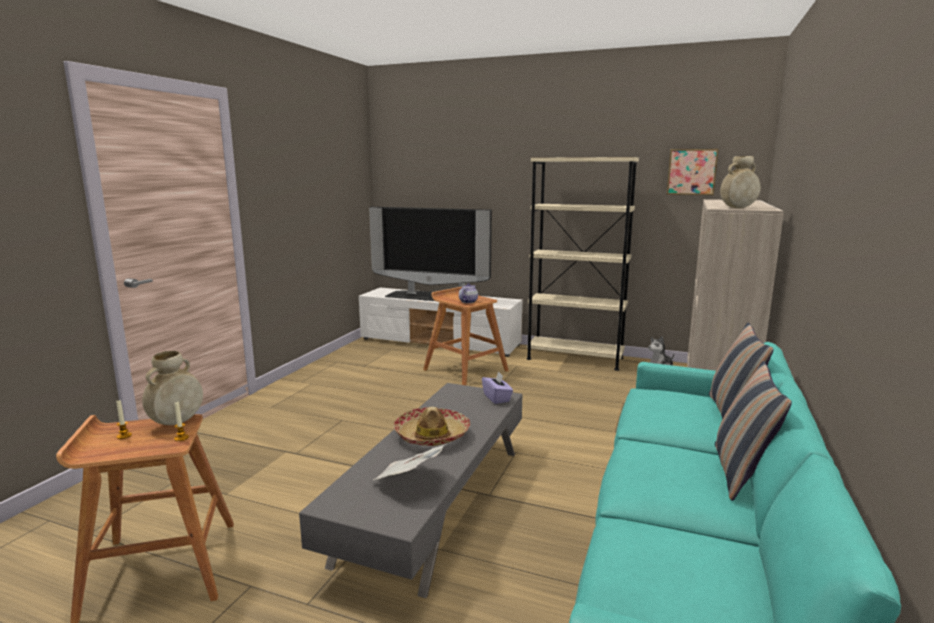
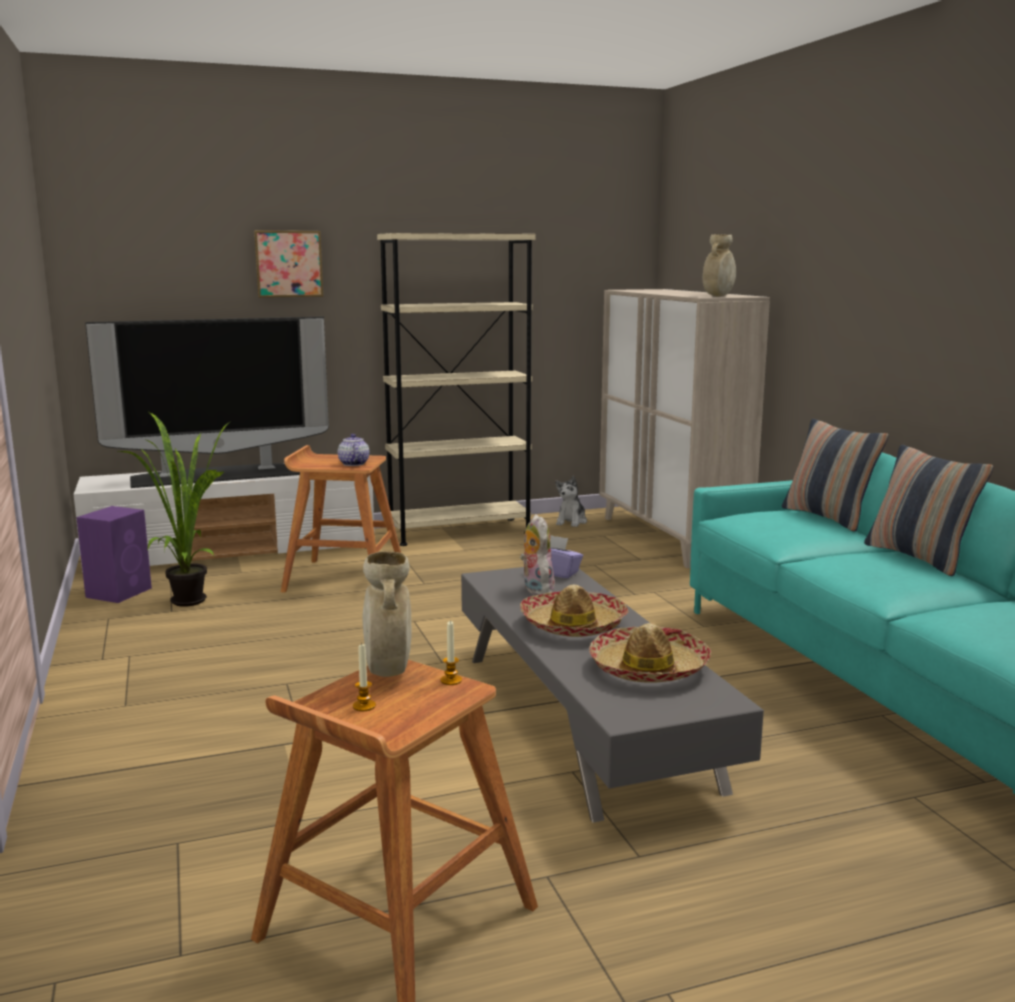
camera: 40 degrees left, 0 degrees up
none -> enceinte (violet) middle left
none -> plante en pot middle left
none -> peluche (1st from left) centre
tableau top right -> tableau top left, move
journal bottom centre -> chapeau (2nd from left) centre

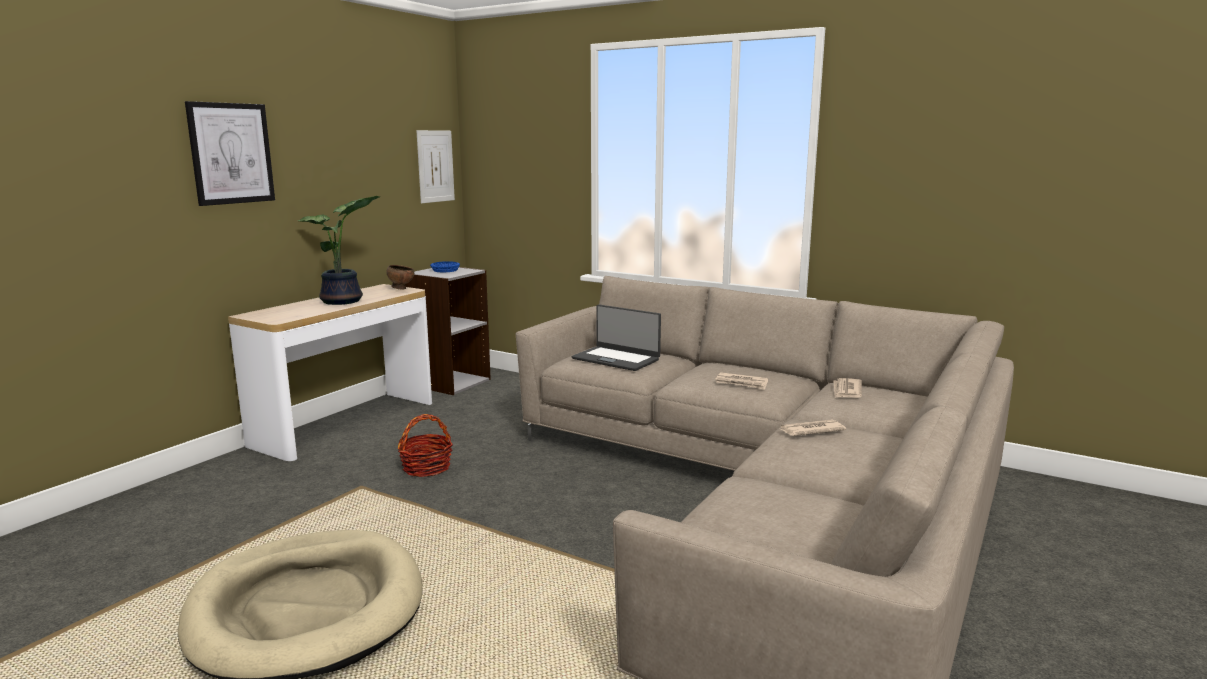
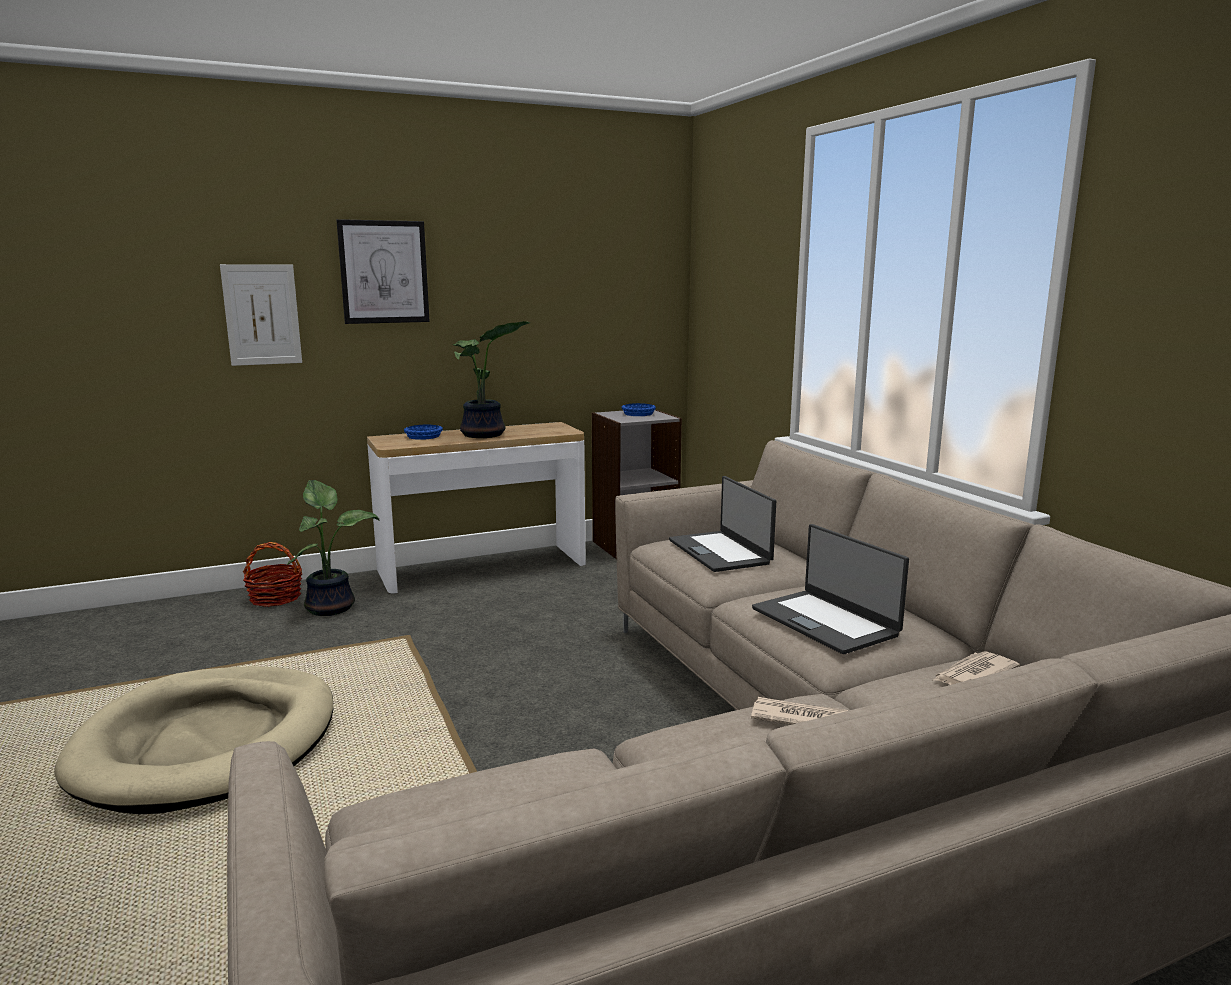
camera: 35 degrees right, 0 degrees up
bol (marron) middle left -> none
none -> plante en pot (1st from left) middle left
none -> bol (bleu) (1st from left) centre
panier centre -> panier middle left, move
tableau (2nd from left in the first image) top centre -> tableau (1st from left) top left, move
journal (1st from left) centre -> ordinateur portable (2nd from left) middle right

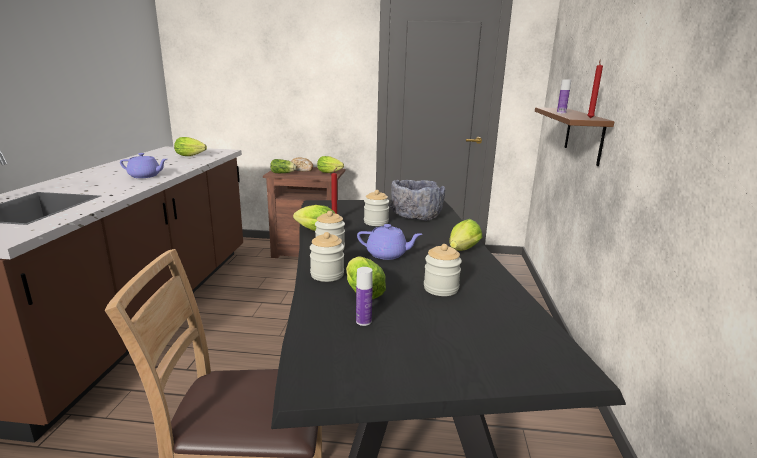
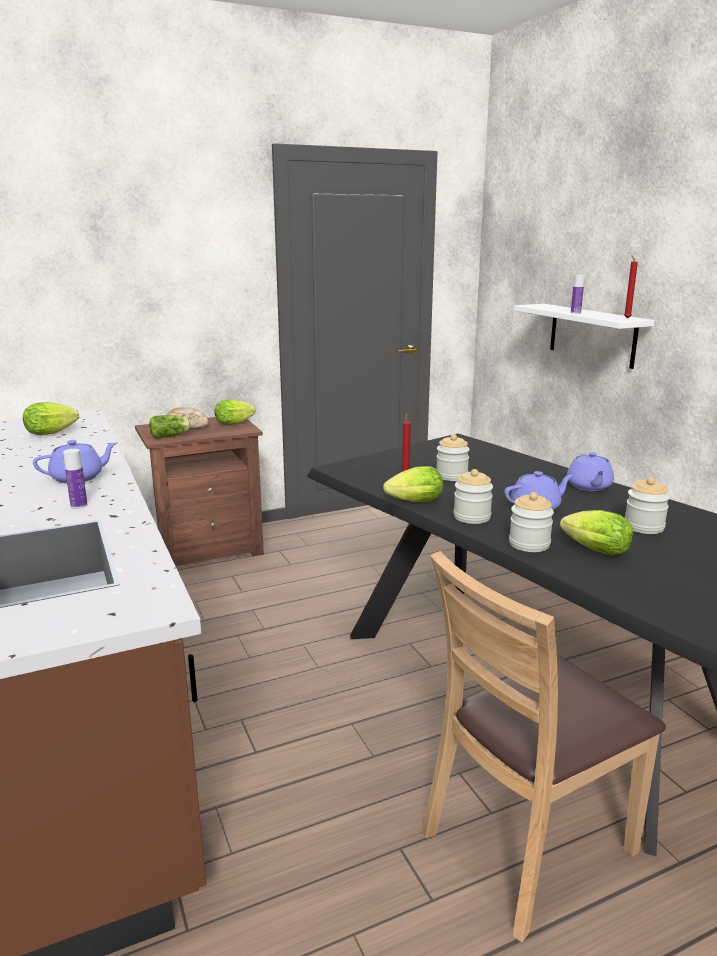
camera: 30 degrees left, 0 degrees up
bol (gris) centre -> none
bouteille (1st from left) centre -> bouteille (1st from left) middle left, move
laitue (6th from left) centre -> théière (violet) (3rd from left) middle right
étagère (marron) top right -> étagère (blanc) middle right

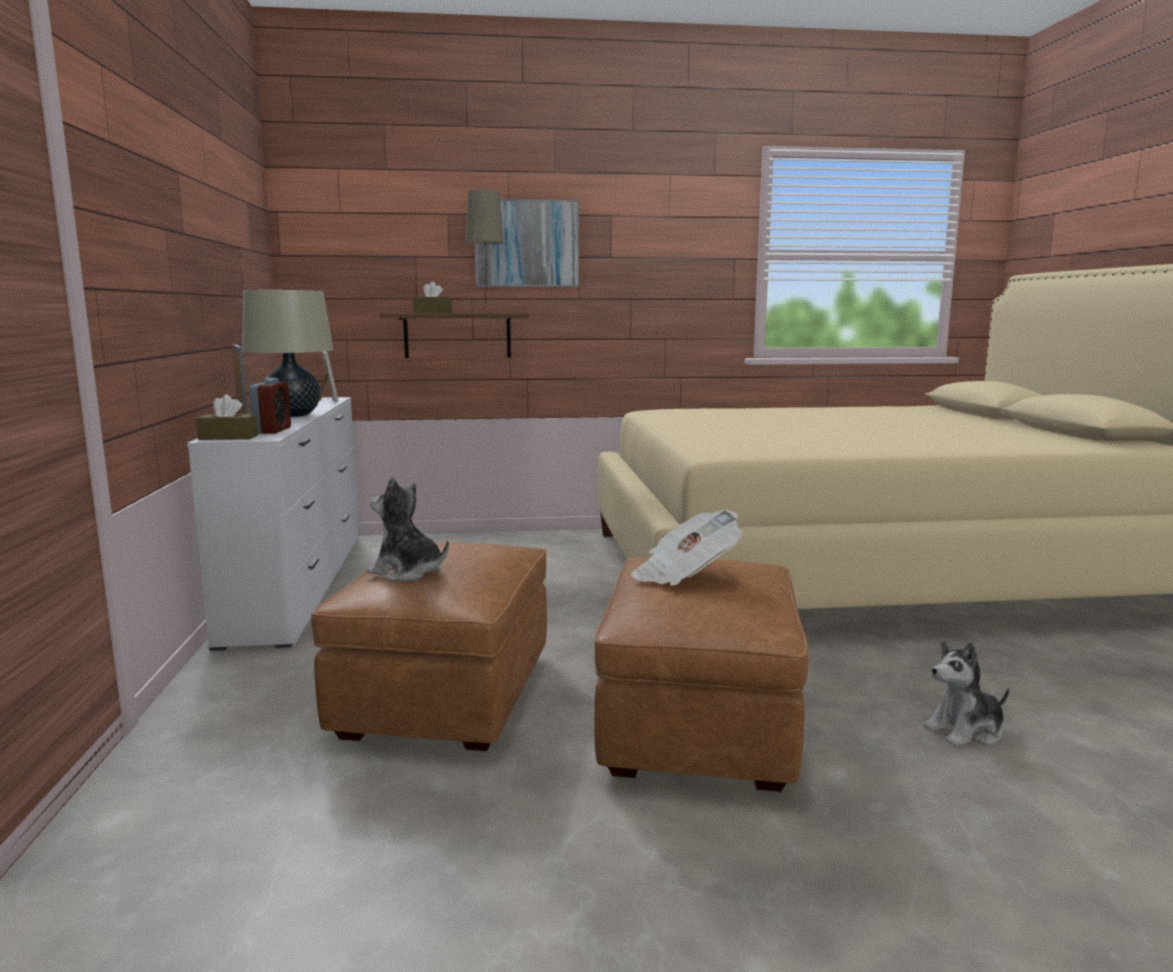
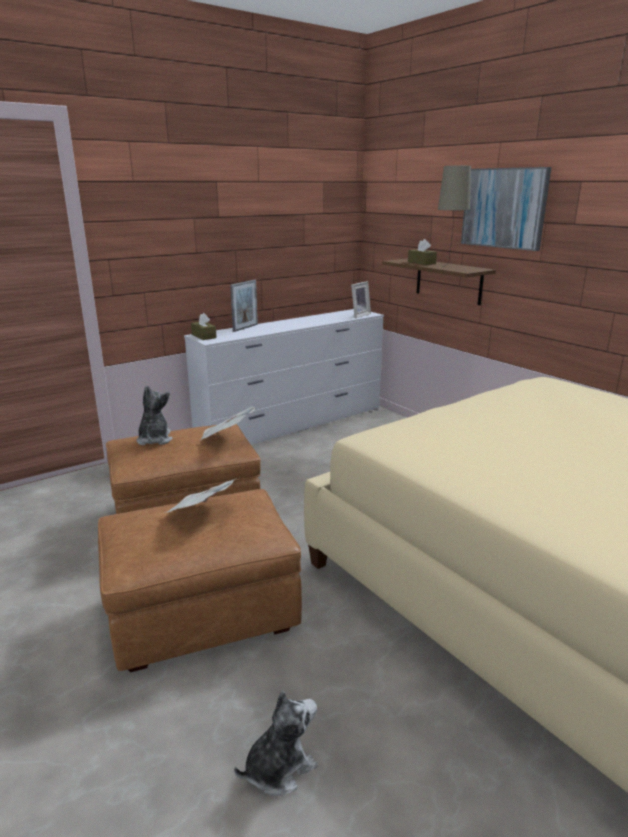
camera: 60 degrees right, 10 degrees up
lampe de table (beige) (1st from left) middle left -> none
réveil middle left -> none
none -> journal (2nd from left) centre
peluche (2nd from left) bottom right -> peluche (2nd from left) bottom centre, 105 degrees clockwise

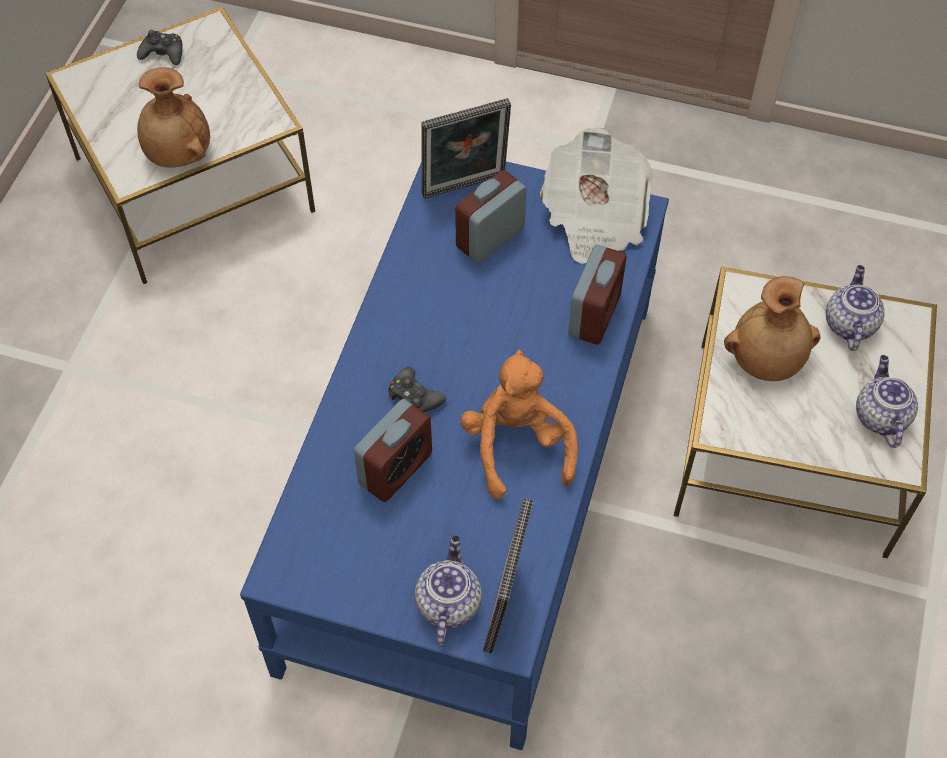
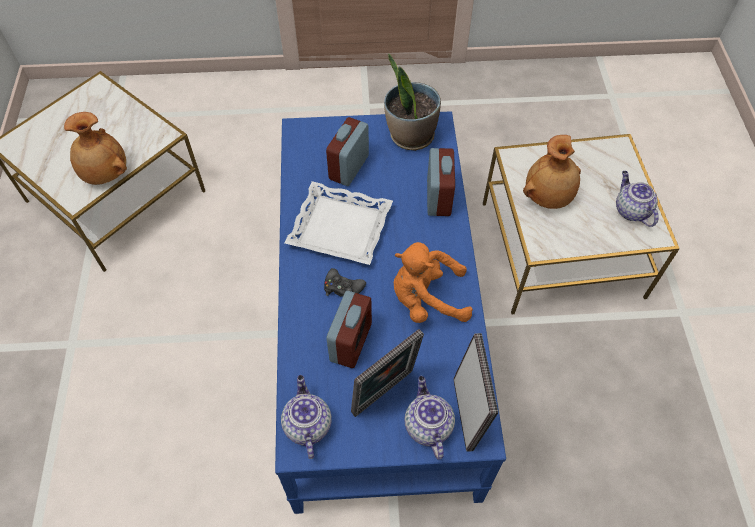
camera: 20 degrees left, 0 degrees up
manette (noir) (1st from left) top left -> none
none -> plateau (blanc) centre
cadre photo (1st from left) top centre -> cadre photo (1st from left) bottom centre, move
théière (2nd from left in the first image) middle right -> théière (1st from left) bottom centre, move
journal top centre -> plante en pot top centre
peluche (orange) centre, 60 degrees counterclockwise

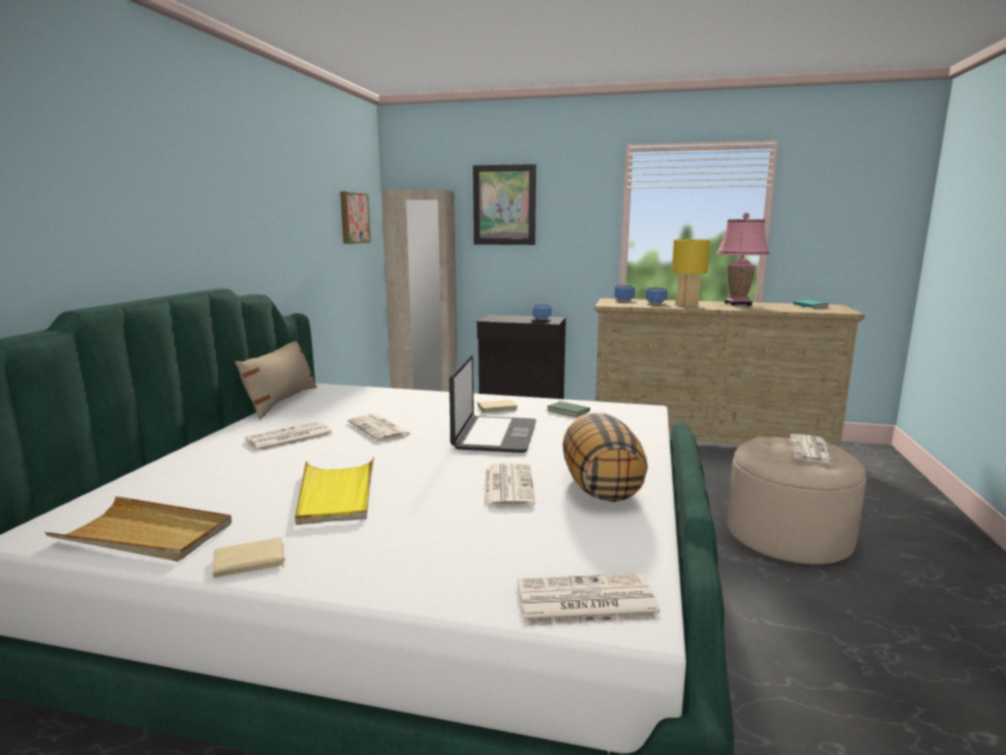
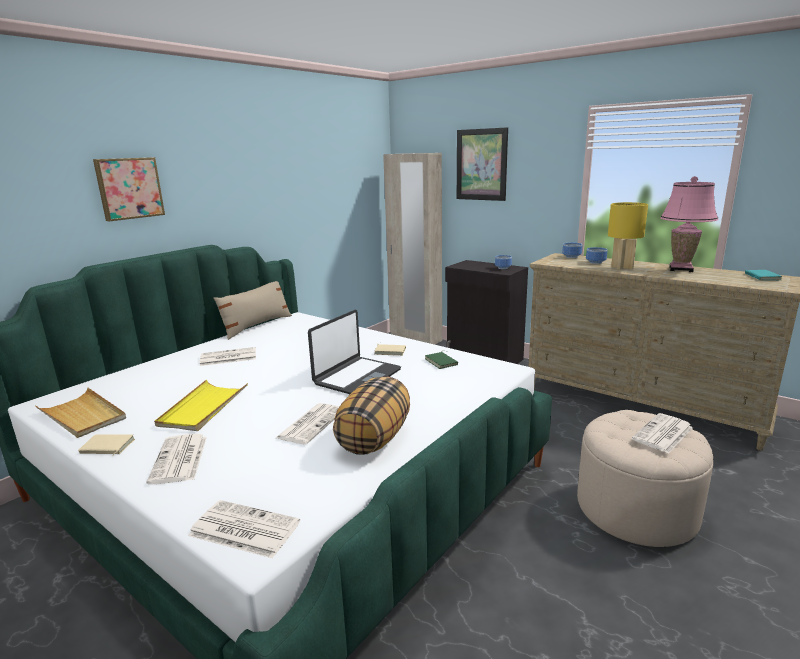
camera: 25 degrees right, 5 degrees up
tableau (1st from left) top centre -> tableau (1st from left) top left, move
journal (2nd from left in the first image) centre -> journal (1st from left) bottom left, move

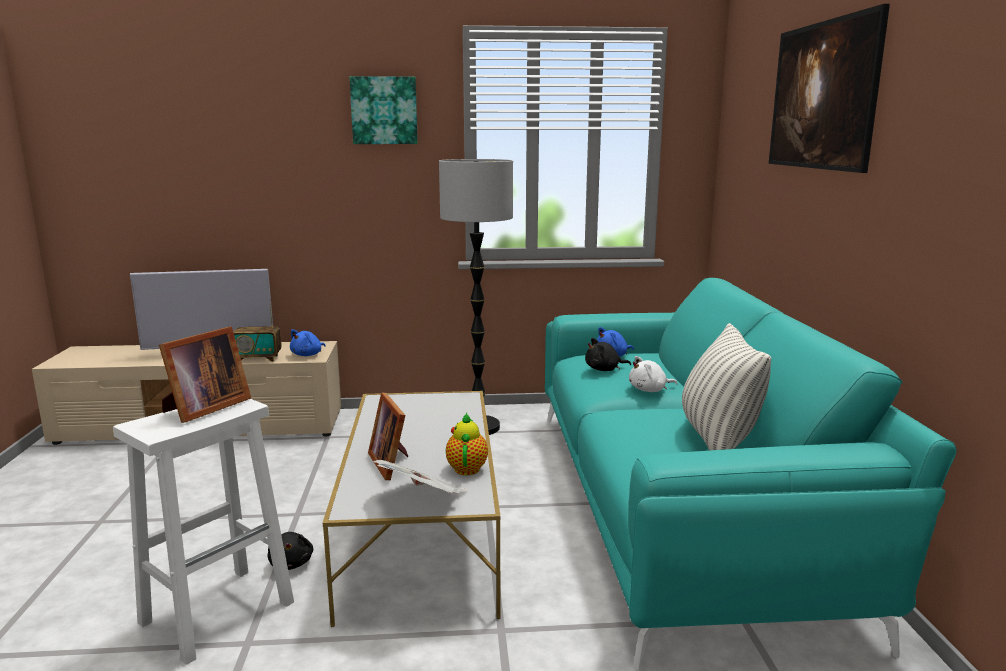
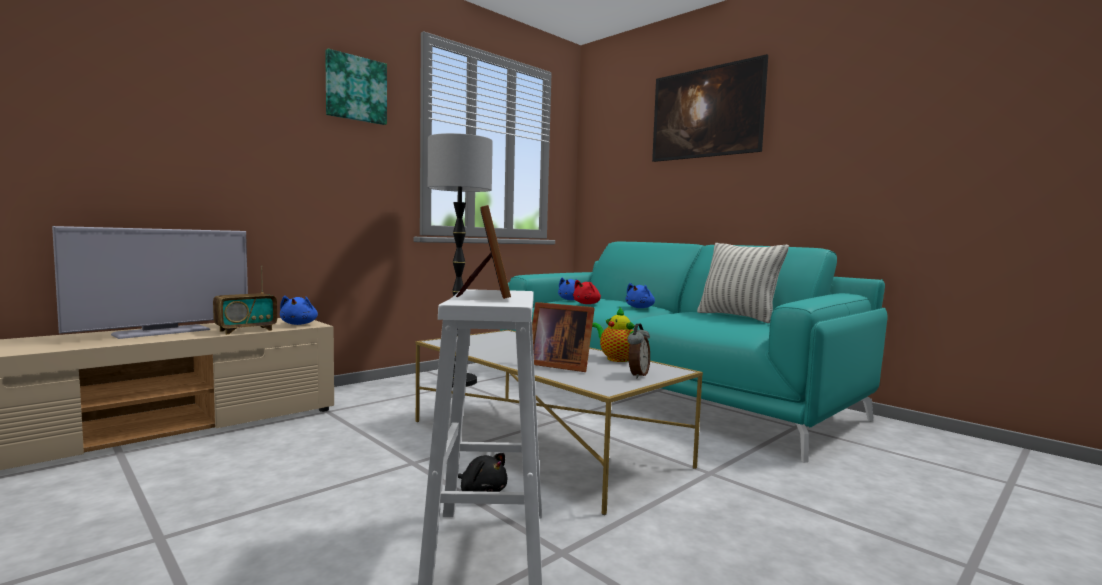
camera: 40 degrees left, 10 degrees down
journal bottom centre -> réveil centre
peluche (noir) (2nd from left) centre -> peluche (rouge) centre
peluche (blanc) centre -> peluche (bleu) (3rd from left) centre

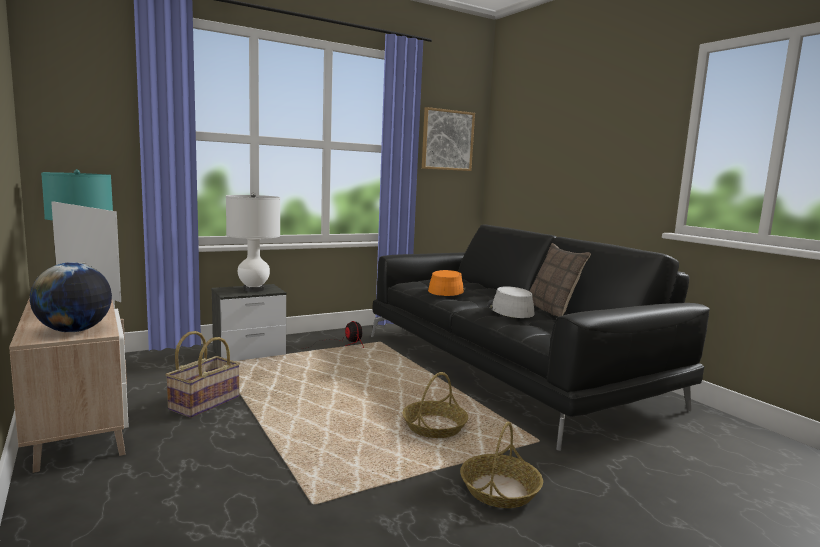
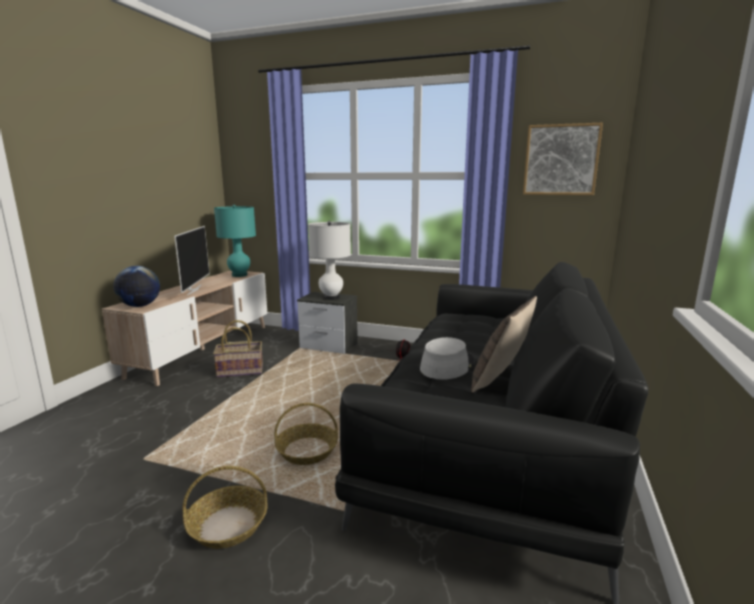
camera: 50 degrees right, 5 degrees up
chapeau (orange) centre -> none

